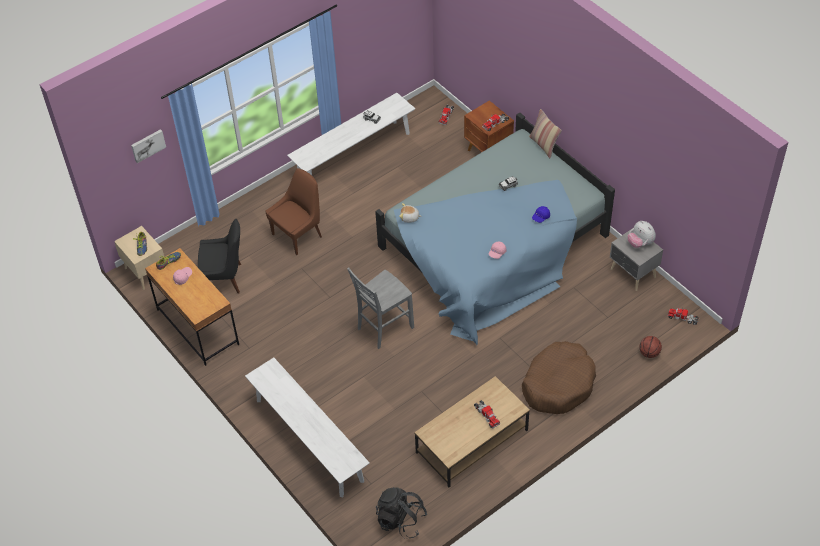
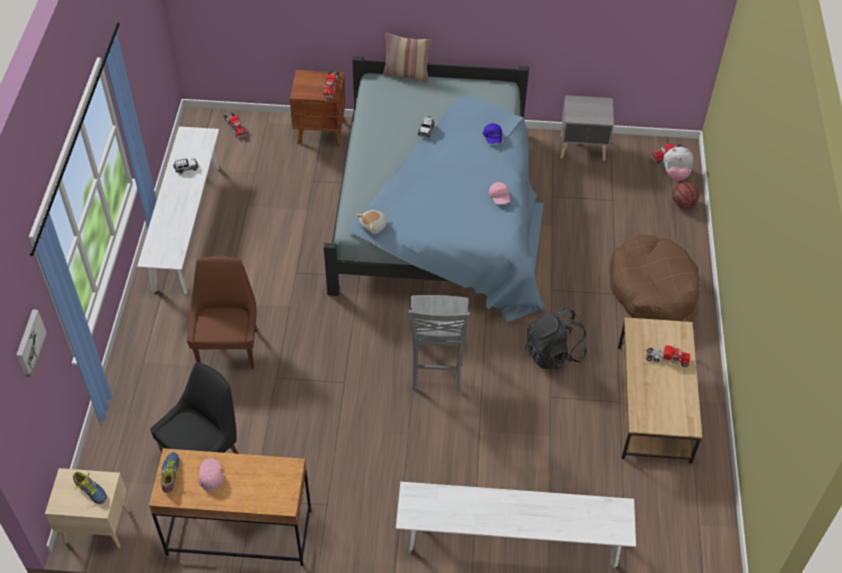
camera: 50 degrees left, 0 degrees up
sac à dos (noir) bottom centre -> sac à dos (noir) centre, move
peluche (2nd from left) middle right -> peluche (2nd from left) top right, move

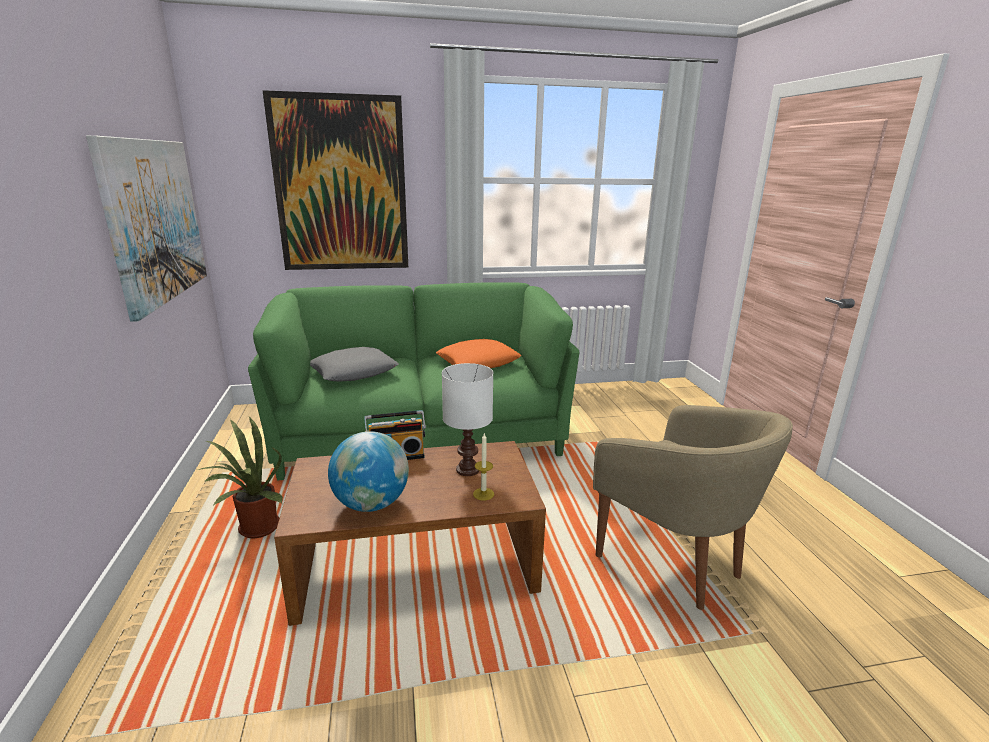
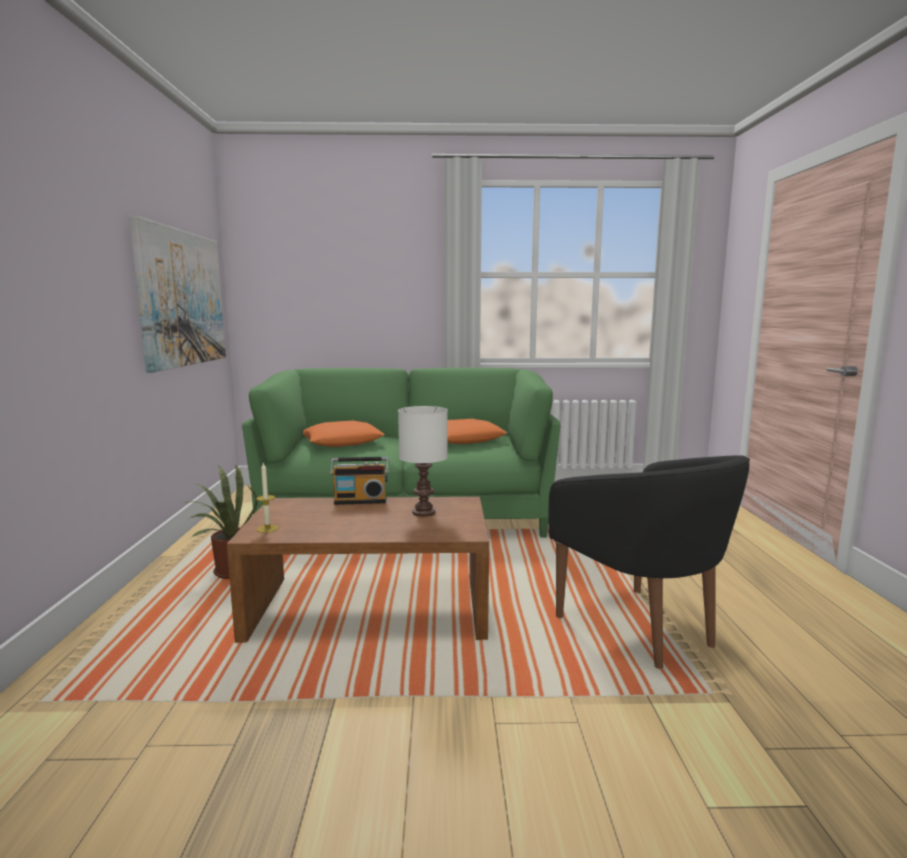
camera: 10 degrees right, 10 degrees down
tableau (2nd from left) top centre -> none
globe centre -> none
bougie centre -> bougie middle left, move
coussin (gris) centre -> coussin (orange) (1st from left) centre
fauteuil (beige) bottom right -> fauteuil (noir) middle right

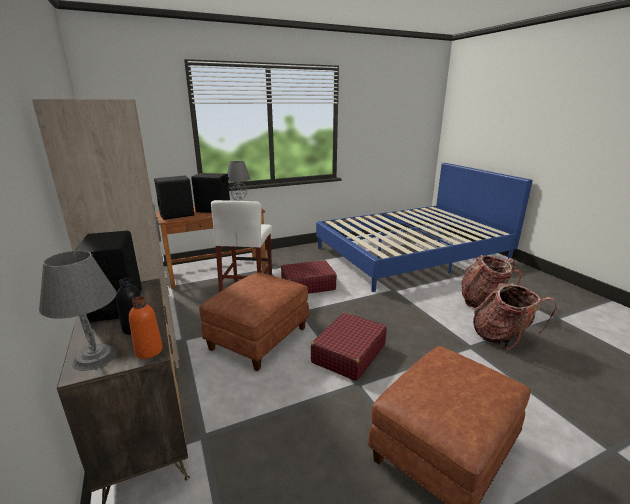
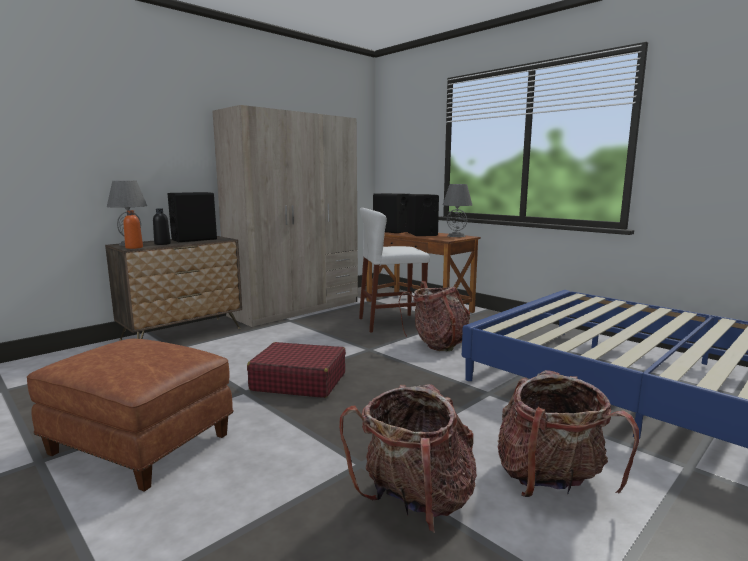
camera: 70 degrees right, 10 degrees down
pouf (marron) (1st from left) centre -> none
valise (rouge) (1st from left) centre -> sac à dos (2nd from left) centre

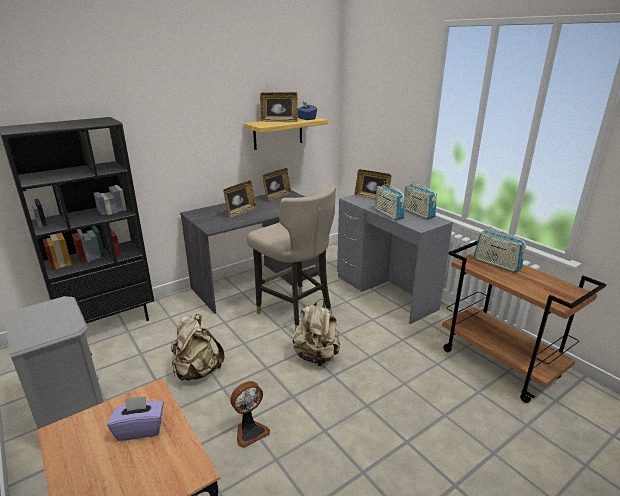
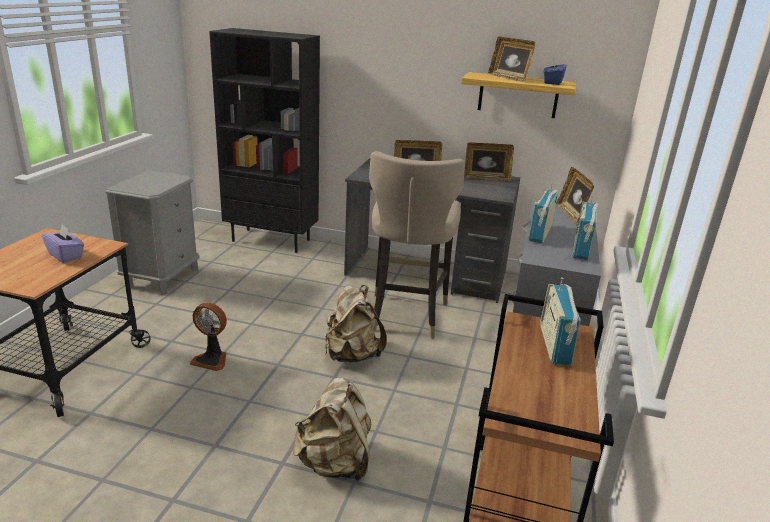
camera: 50 degrees right, 0 degrees up
sac à dos (beige) (1st from left) bottom left -> sac à dos (beige) (1st from left) bottom centre, move

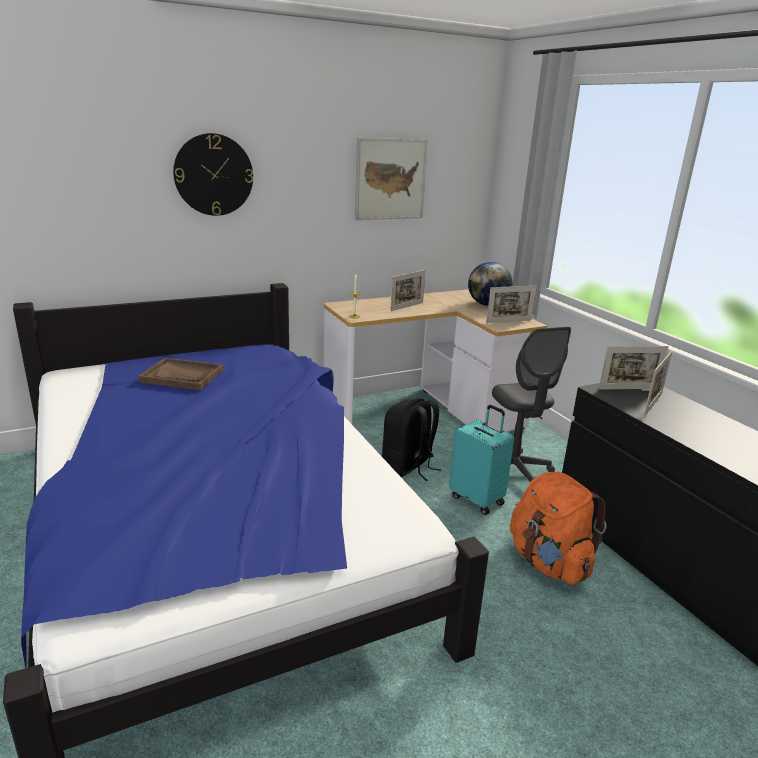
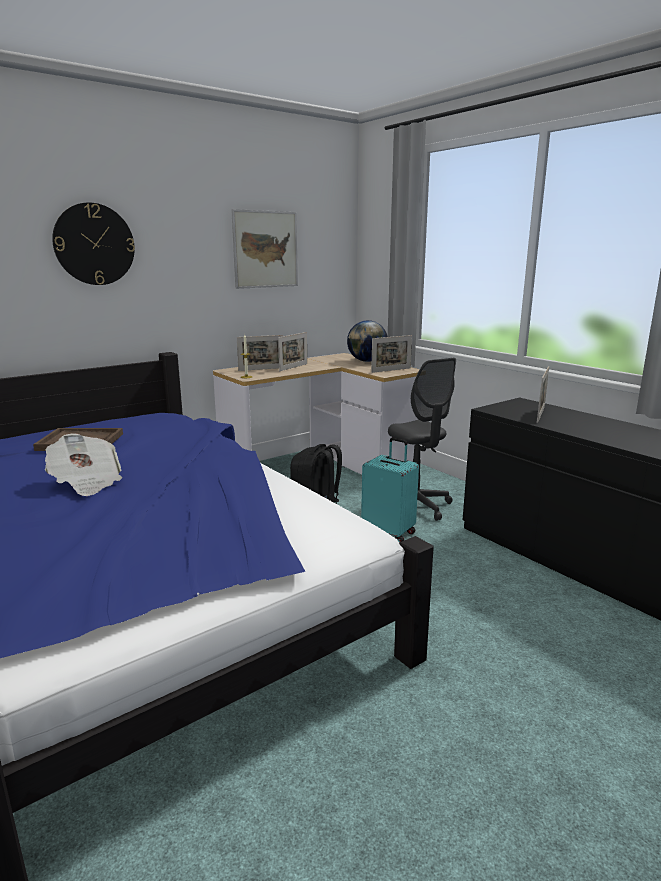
camera: 10 degrees left, 5 degrees down
sac à dos (orange) bottom right -> none
none -> journal middle left
cadre photo (3rd from left in the first image) middle right -> cadre photo (1st from left) centre, move

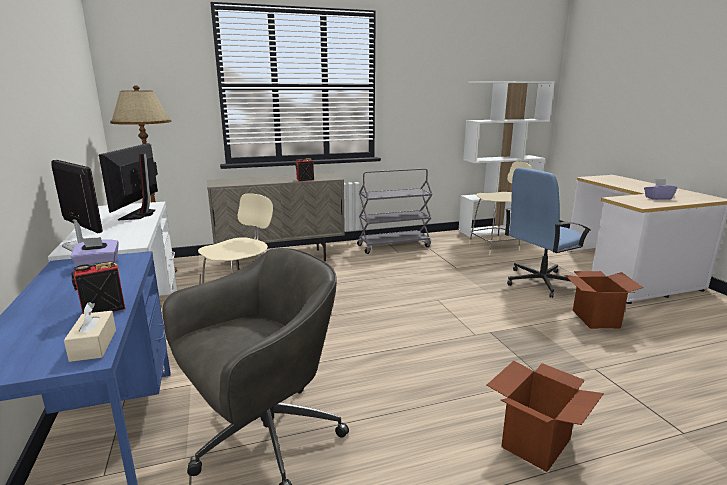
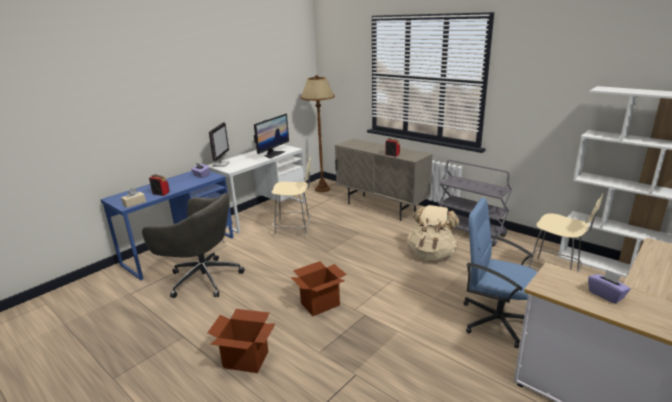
camera: 60 degrees right, 5 degrees up
none -> sac à dos (beige) centre
carton (2nd from left) middle right -> carton (2nd from left) bottom centre, move
écran d'ordinateur (2nd from left) middle left -> écran d'ordinateur (2nd from left) centre, 150 degrees clockwise

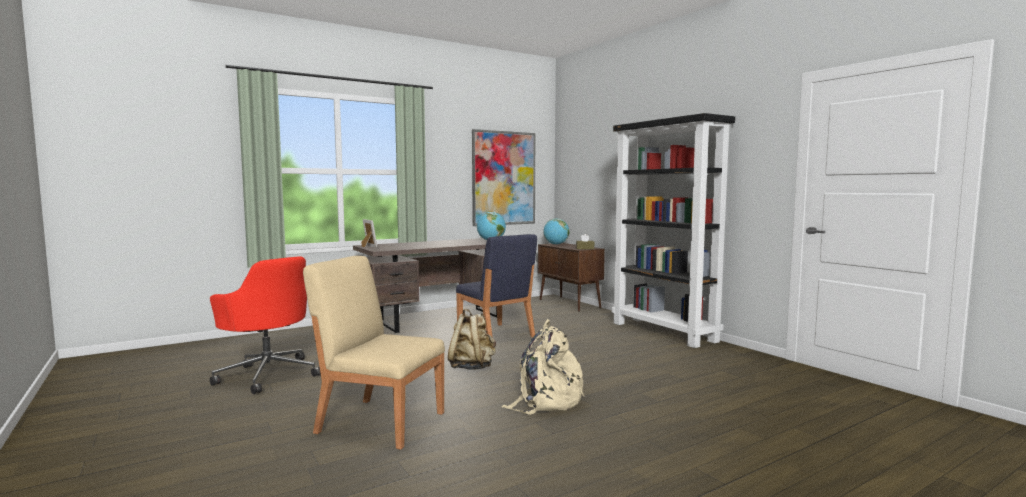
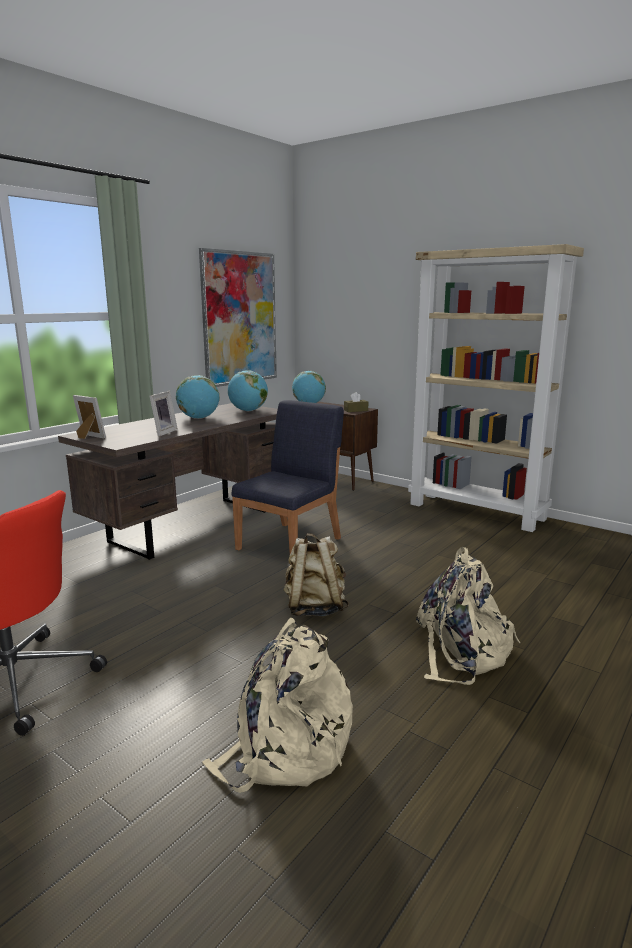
camera: 20 degrees left, 10 degrees up
none -> cadre photo (2nd from left) middle left
none -> globe (1st from left) middle left
chaise (beige) bottom centre -> sac à dos (beige) (1st from left) bottom centre
bibliothèque (noir) centre -> bibliothèque (beige) middle right
chaise (bleu) centre, 90 degrees counterclockwise

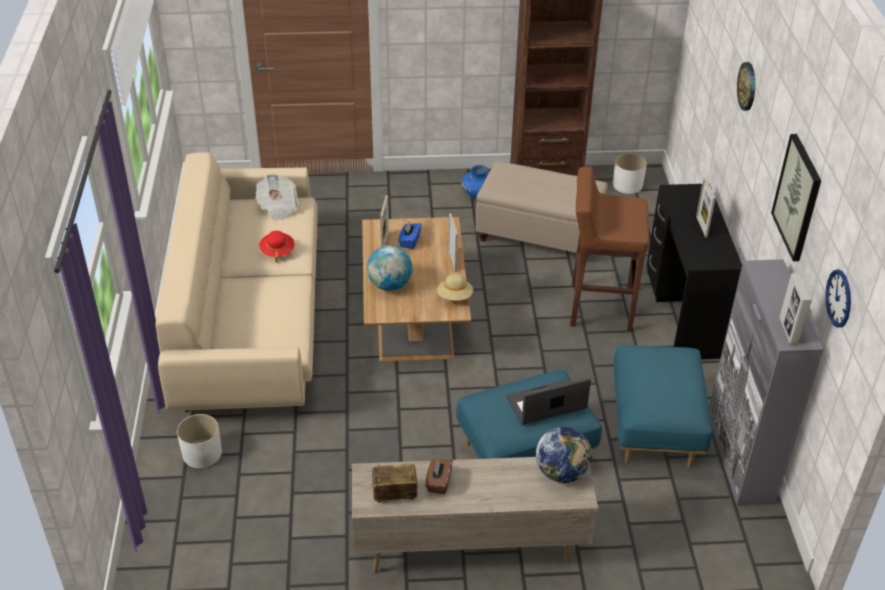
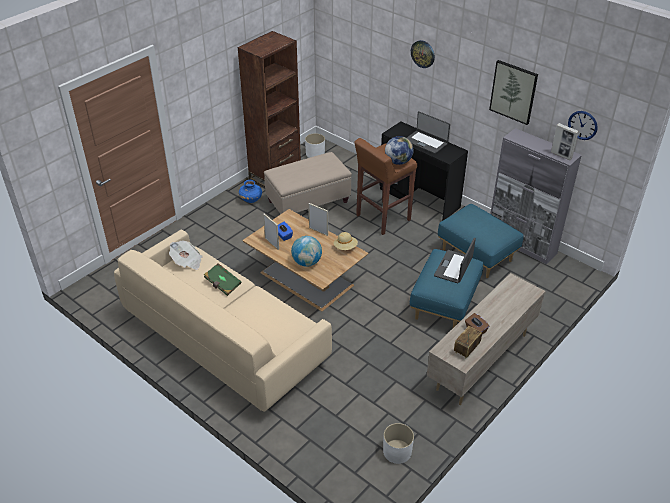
camera: 45 degrees left, 0 degrees up
cache-pot (blanc) (1st from left in the first image) bottom left -> cache-pot (blanc) (2nd from left) bottom centre, move
globe (2nd from left) bottom centre -> globe (2nd from left) top centre, move
chapeau (rouge) middle left -> livre (vert) middle left
cadre photo (3rd from left) middle right -> ordinateur portable (1st from left) top centre

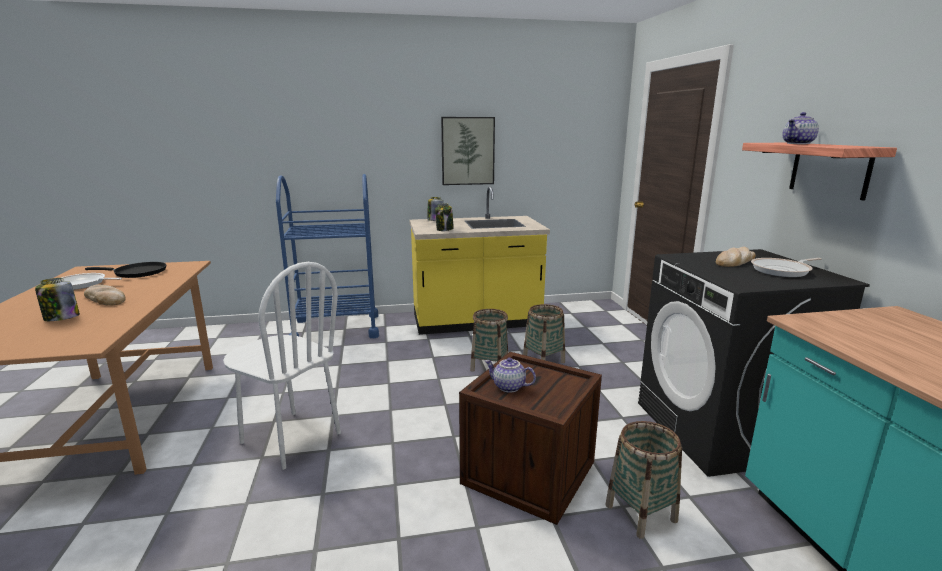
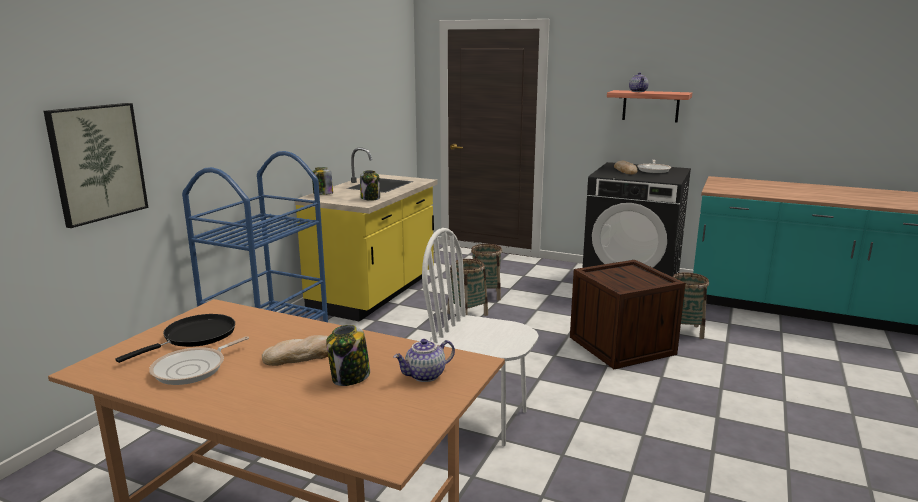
camera: 55 degrees left, 0 degrees up
tableau top centre -> tableau top left, move
théière (1st from left) centre -> théière (1st from left) bottom centre, move
chaise (blanc) middle left -> chaise (blanc) bottom centre, 135 degrees counterclockwise

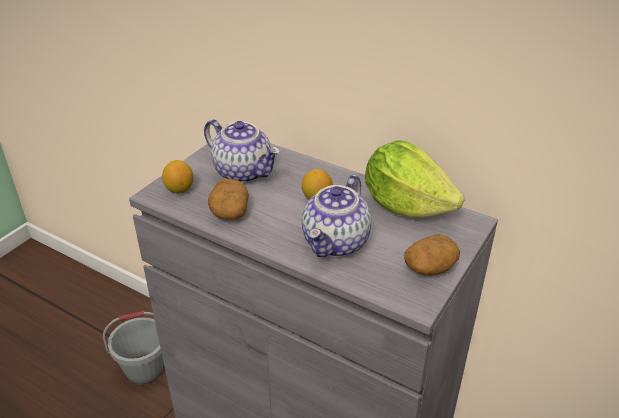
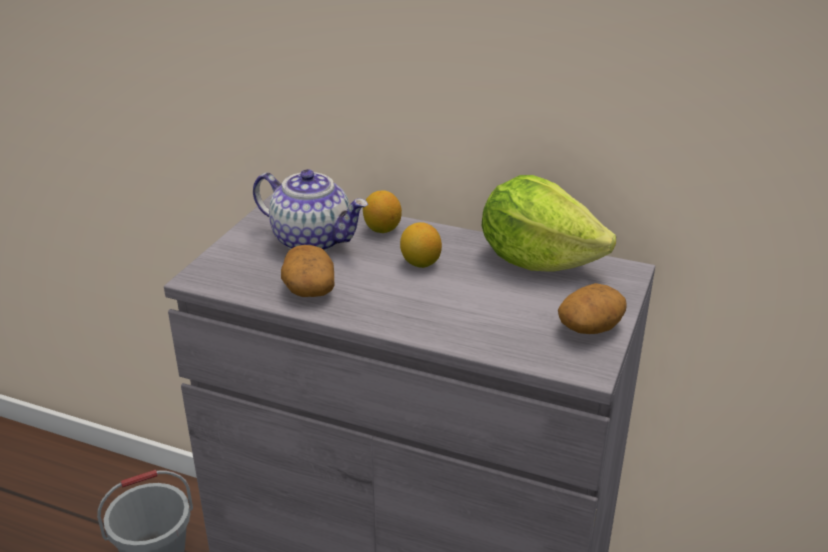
camera: 10 degrees left, 5 degrees down
théière (2nd from left) centre -> none
citron (1st from left) middle left -> citron (1st from left) centre, move

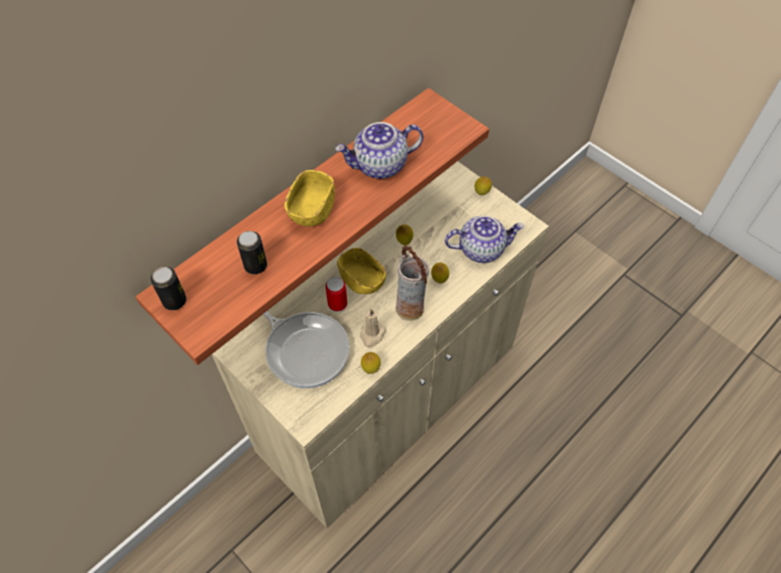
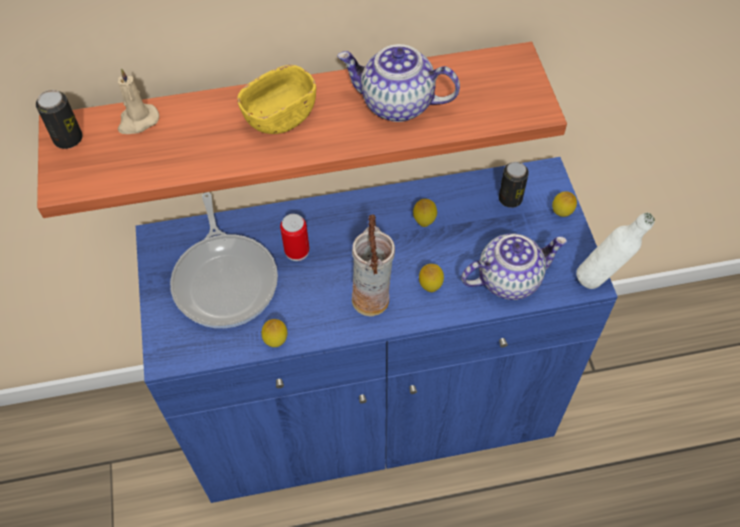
camera: 35 degrees right, 0 degrees up
bol (jaune) (2nd from left) centre -> none
none -> bouteille (blanc) middle right
boîte métallique (2nd from left in the first image) middle left -> boîte métallique (3rd from left) middle right, move
bougie (beige) centre -> bougie (beige) top left, move
meuble de rangement (beige) centre -> meuble de rangement (bleu) centre
théière (2nd from left) centre -> théière (2nd from left) middle right, 45 degrees counterclockwise

